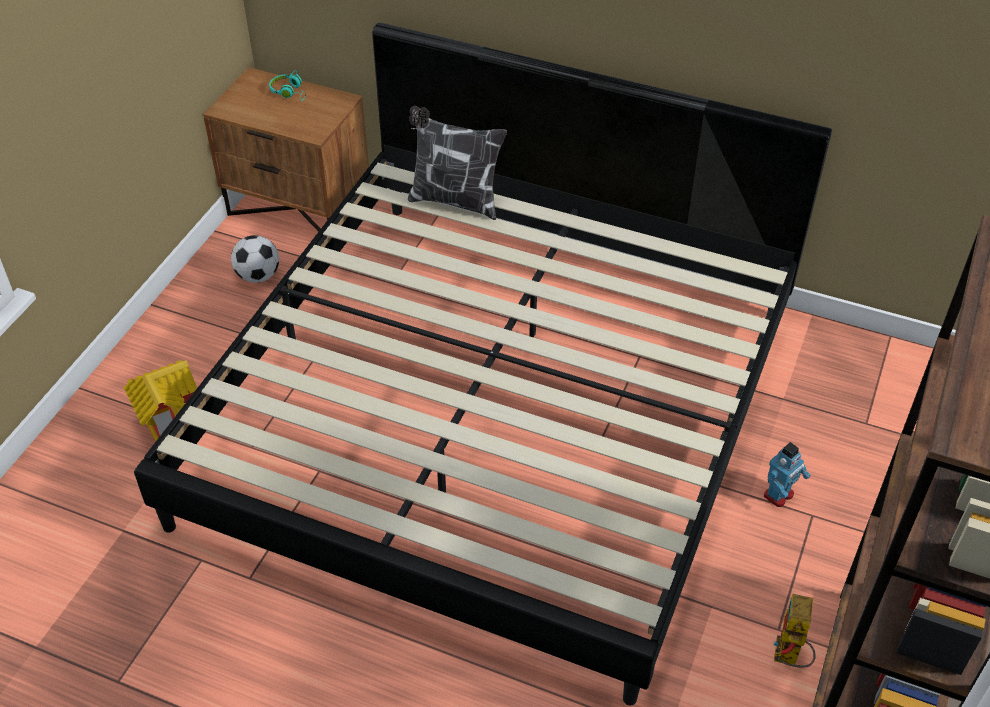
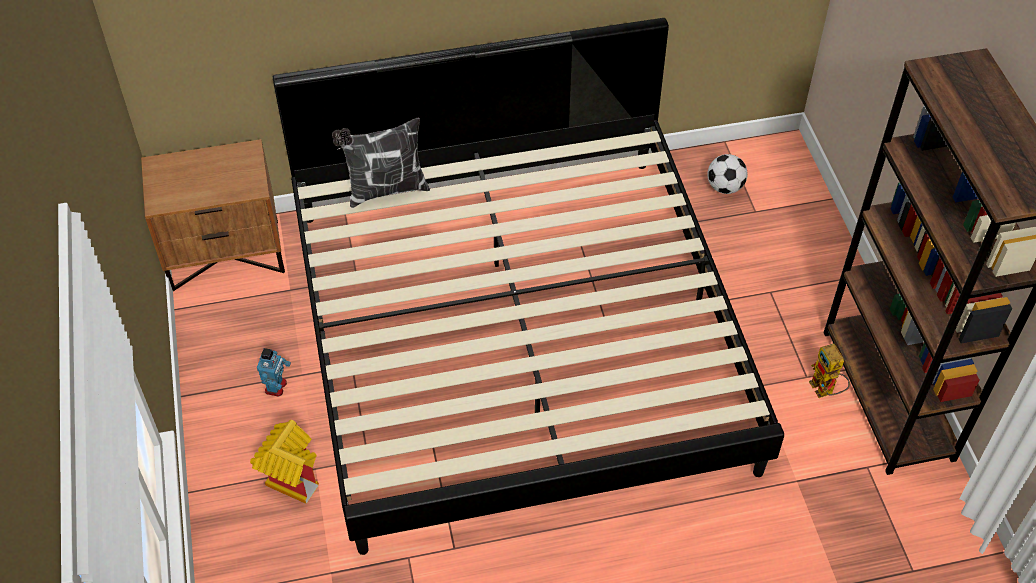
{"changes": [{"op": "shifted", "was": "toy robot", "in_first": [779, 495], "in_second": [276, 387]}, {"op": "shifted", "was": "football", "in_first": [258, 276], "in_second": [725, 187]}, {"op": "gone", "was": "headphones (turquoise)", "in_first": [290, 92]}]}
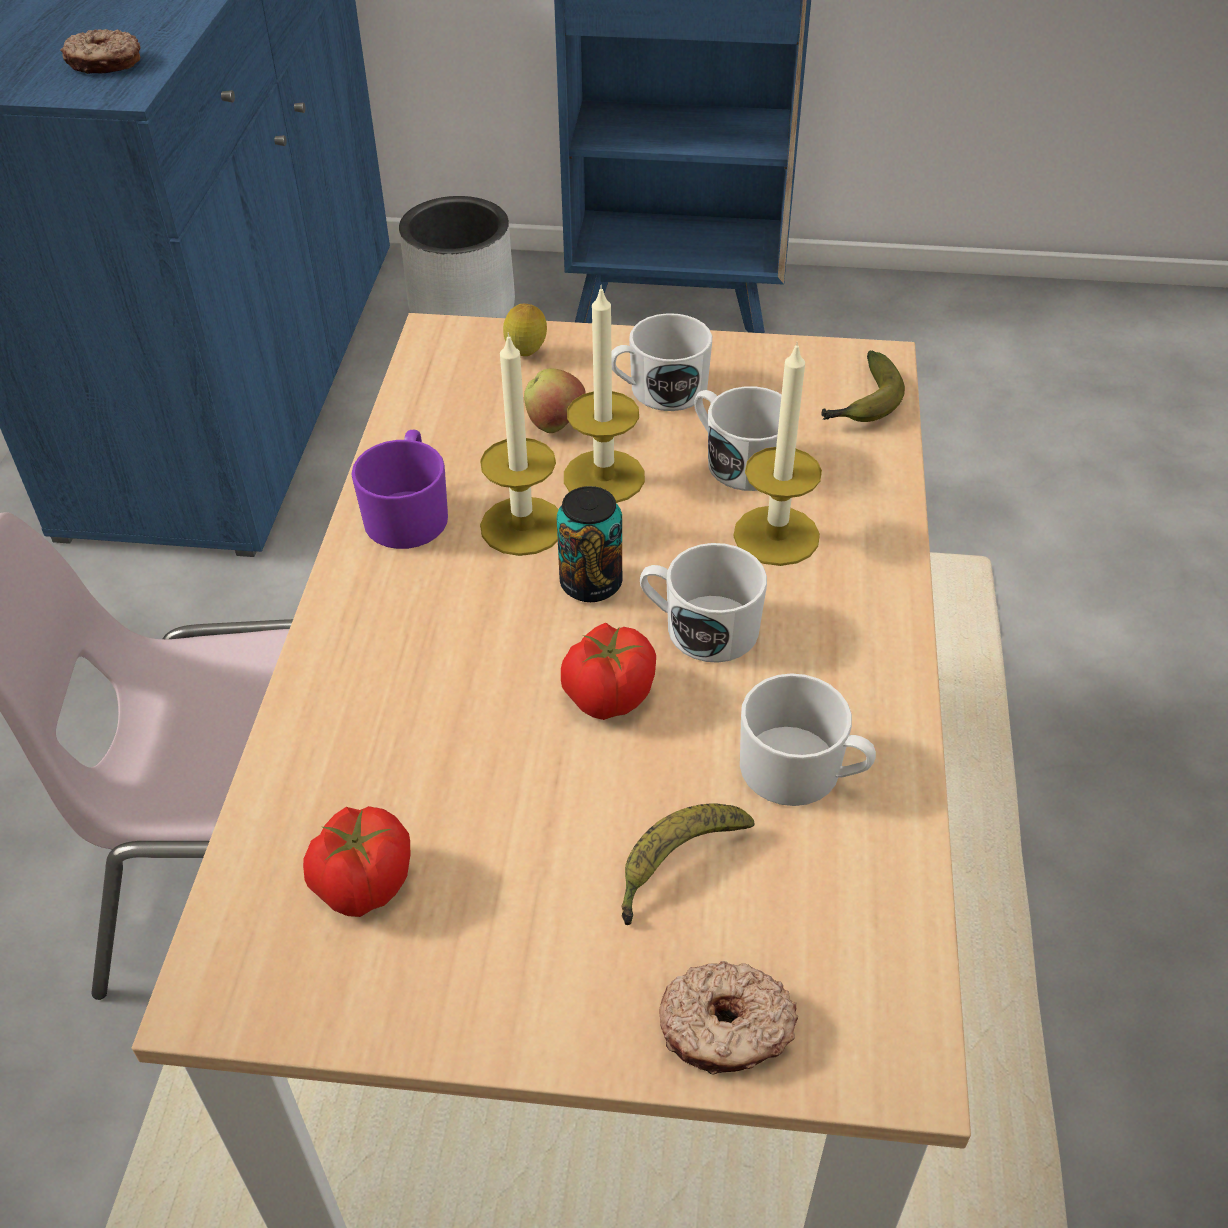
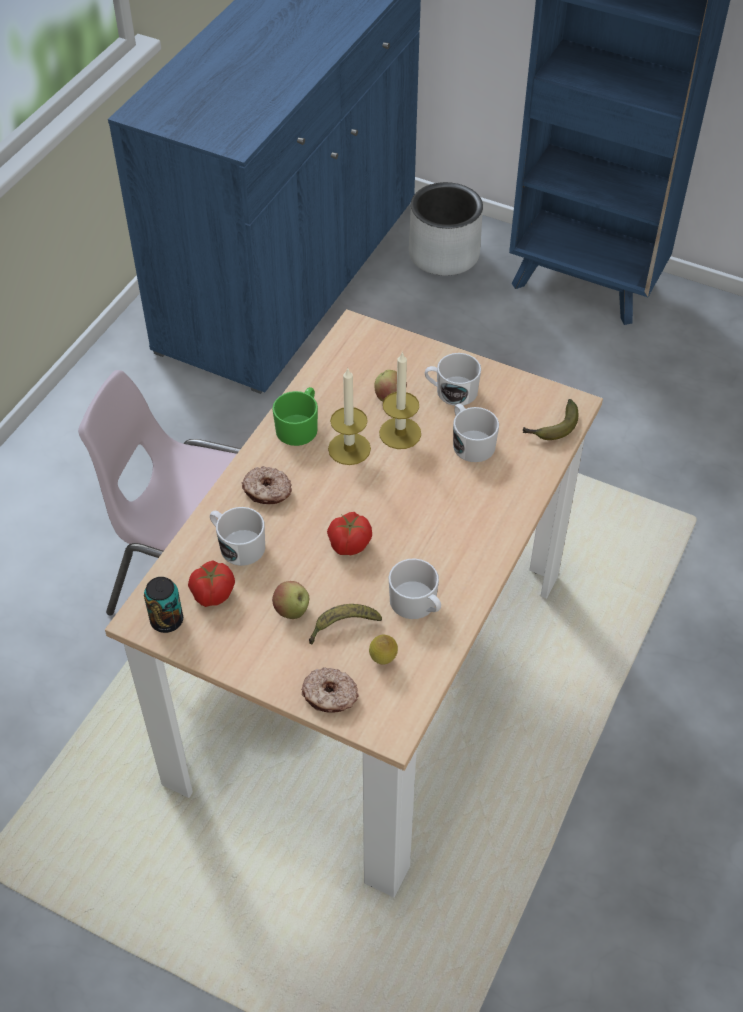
{"changes": [{"op": "shifted", "was": "can", "in_first": [591, 583], "in_second": [167, 620]}, {"op": "shifted", "was": "mug (white)", "in_first": [700, 627], "in_second": [237, 545]}, {"op": "shifted", "was": "donut", "in_first": [105, 64], "in_second": [267, 491]}, {"op": "repainted", "was": "mug (purple)", "now": "mug (green)", "in_first": [409, 512], "in_second": [299, 426]}, {"op": "new", "now": "apple", "in_second": [292, 610]}, {"op": "shifted", "was": "lemon", "in_first": [526, 355], "in_second": [383, 660]}, {"op": "gone", "was": "candle", "in_first": [776, 535]}]}
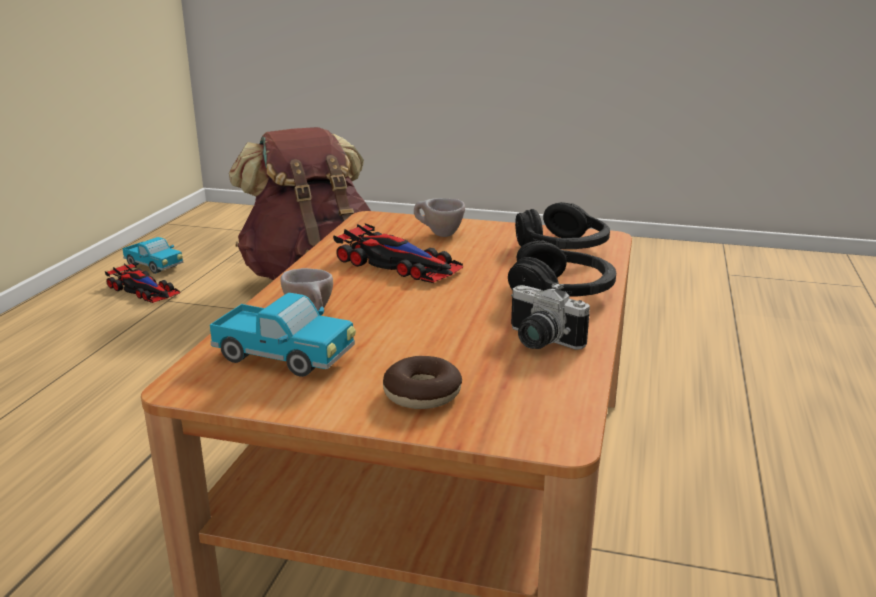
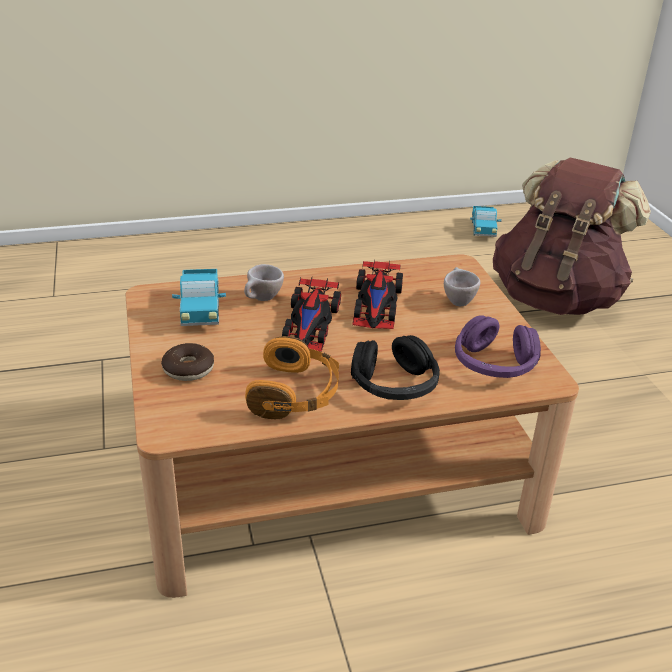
{"changes": [{"op": "swapped", "was": "photo camera", "now": "headphones (orange)", "in_first": [539, 342], "in_second": [296, 394]}, {"op": "shifted", "was": "toy car", "in_first": [143, 290], "in_second": [310, 323]}, {"op": "repainted", "was": "headphones (black)", "now": "headphones (purple)", "in_first": [563, 248], "in_second": [494, 364]}]}
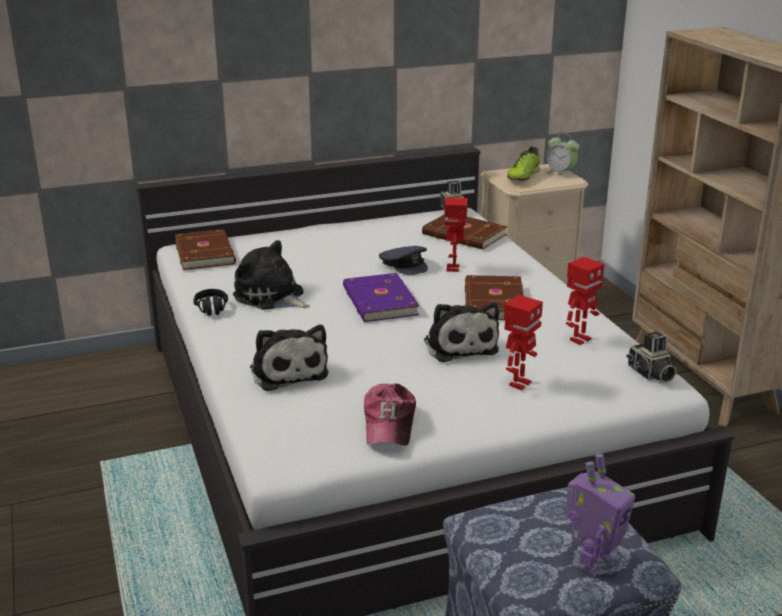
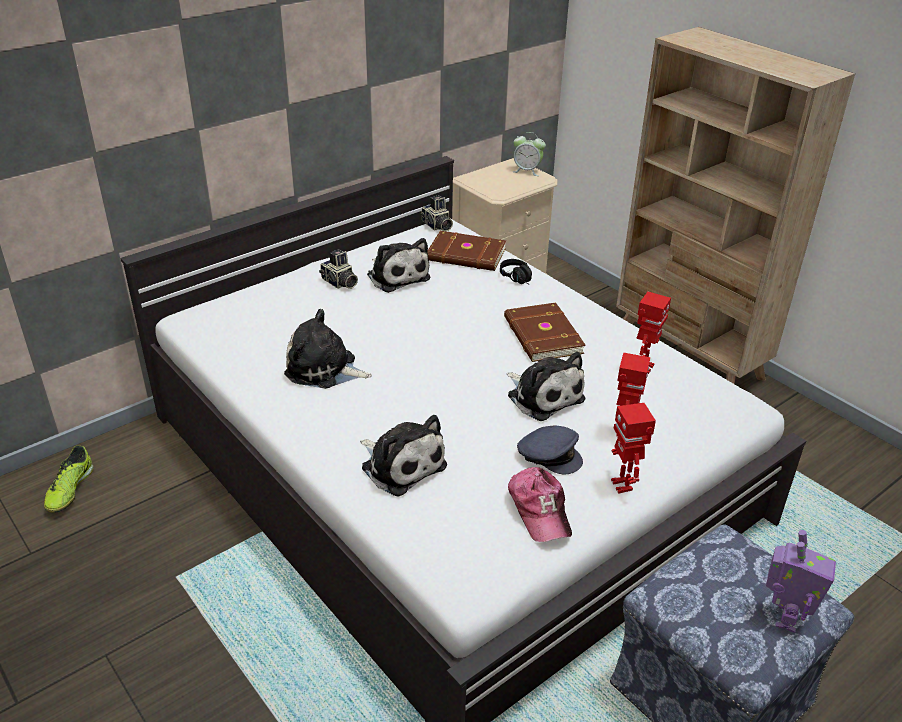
{"changes": [{"op": "shifted", "was": "shoe", "in_first": [523, 176], "in_second": [70, 490]}, {"op": "shifted", "was": "photo camera", "in_first": [650, 374], "in_second": [339, 283]}, {"op": "new", "now": "plush toy", "in_second": [397, 276]}, {"op": "shifted", "was": "headphones (black)", "in_first": [212, 311], "in_second": [518, 279]}, {"op": "shifted", "was": "cap (grey)", "in_first": [404, 265], "in_second": [549, 455]}, {"op": "shifted", "was": "toy robot", "in_first": [453, 268], "in_second": [623, 485]}, {"op": "gone", "was": "book (brown)", "in_first": [206, 253]}, {"op": "gone", "was": "book (purple)", "in_first": [378, 302]}]}
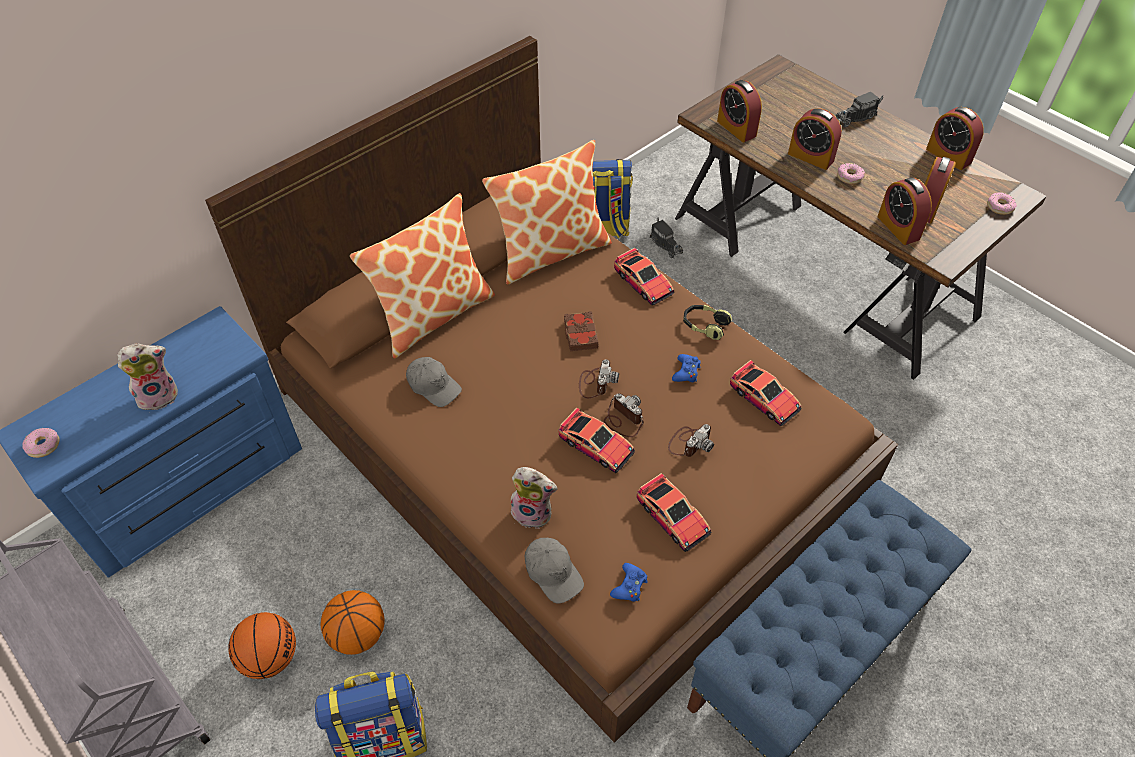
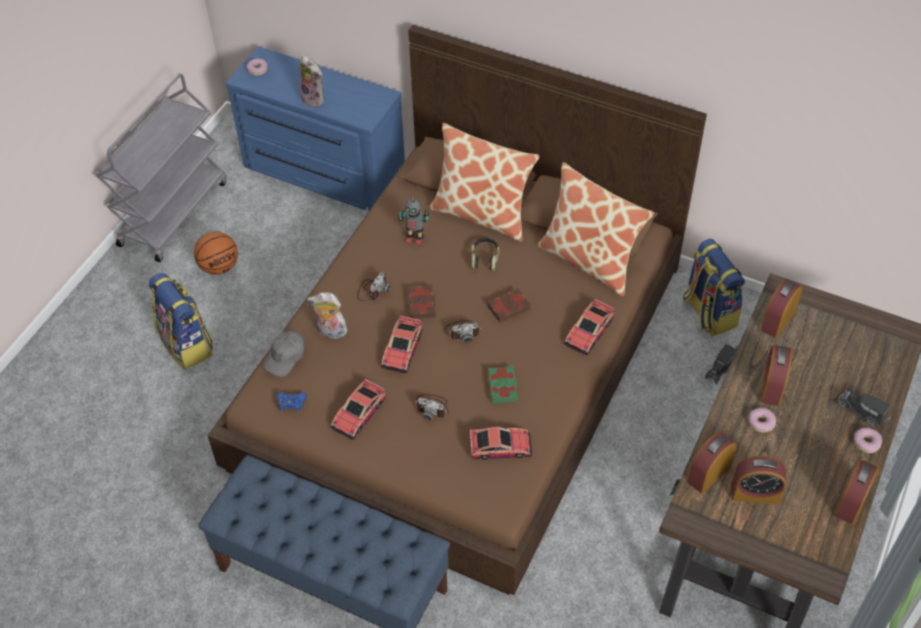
{"changes": [{"op": "rotated", "was": "plush toy", "in_first": [533, 512], "in_second": [330, 332], "clockwise": 105}, {"op": "shifted", "was": "photo camera", "in_first": [623, 419], "in_second": [372, 290]}, {"op": "swapped", "was": "cap (grey)", "now": "toy robot", "in_first": [433, 386], "in_second": [415, 239]}, {"op": "new", "now": "book (brown)", "in_second": [422, 304]}, {"op": "rotated", "was": "toy car", "in_first": [764, 398], "in_second": [500, 447], "clockwise": -120}, {"op": "shifted", "was": "headphones", "in_first": [704, 326], "in_second": [484, 258]}, {"op": "swapped", "was": "game controller (blue)", "now": "book (green)", "in_first": [686, 372], "in_second": [503, 387]}, {"op": "shifted", "was": "donut", "in_first": [1000, 207], "in_second": [867, 442]}, {"op": "gone", "was": "basketball", "in_first": [358, 634]}]}
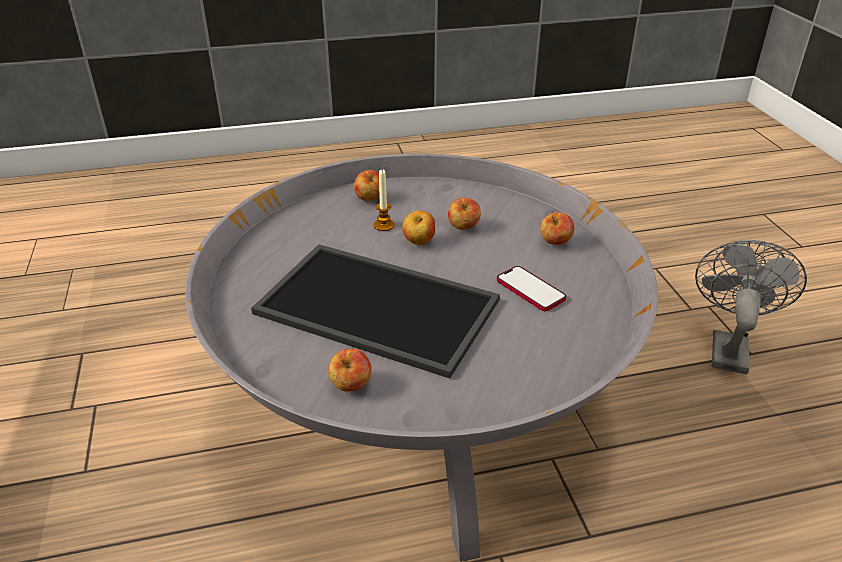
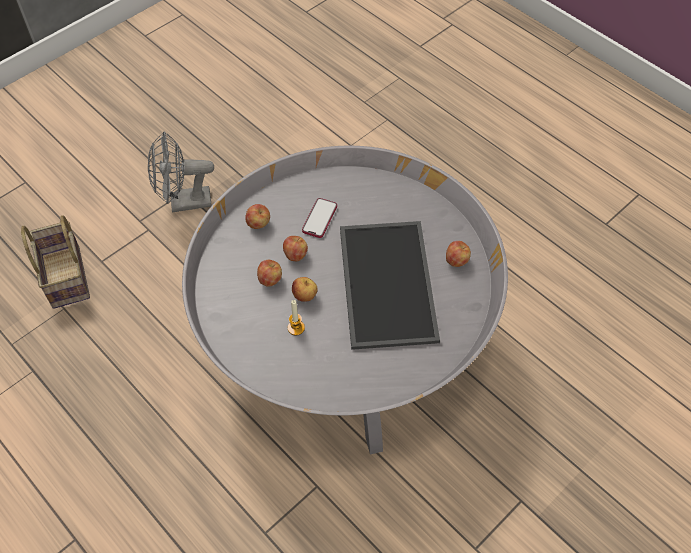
{"changes": [{"op": "new", "now": "basket", "in_second": [68, 277]}, {"op": "shifted", "was": "apple", "in_first": [369, 199], "in_second": [295, 255]}]}
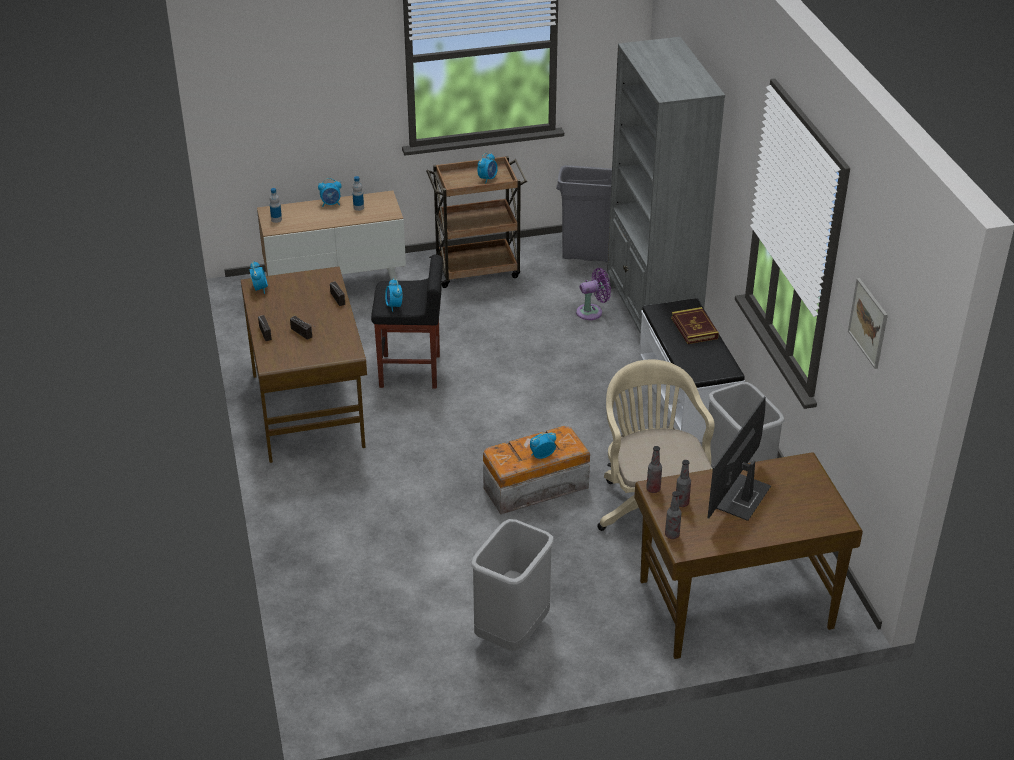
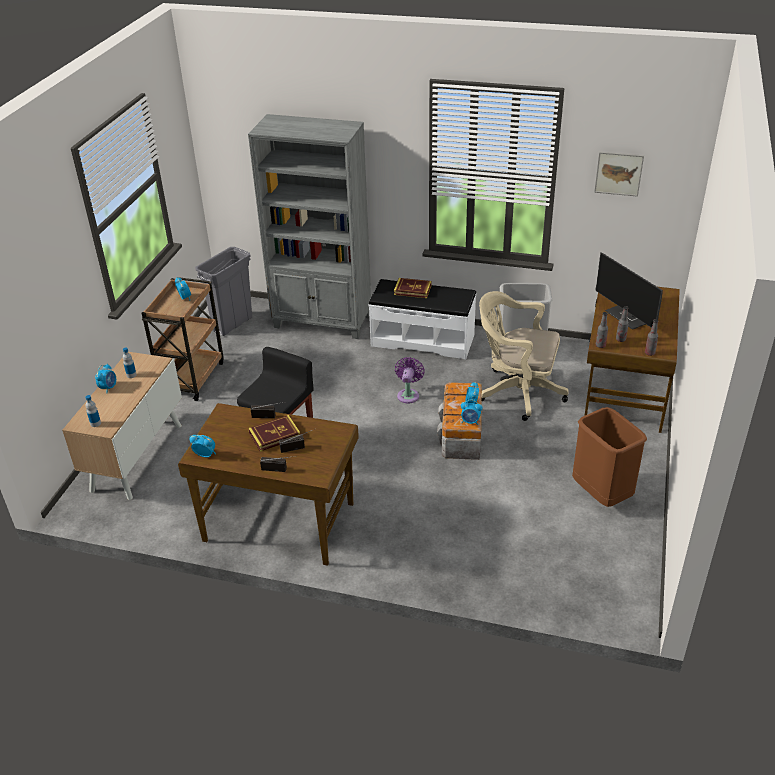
{"changes": [{"op": "new", "now": "book", "in_second": [274, 435]}, {"op": "shifted", "was": "fan (purple)", "in_first": [592, 312], "in_second": [408, 394]}, {"op": "shifted", "was": "alarm clock", "in_first": [394, 306], "in_second": [470, 421]}, {"op": "repainted", "was": "trash can (grey)", "now": "trash can (brown)", "in_first": [513, 633], "in_second": [602, 494]}]}
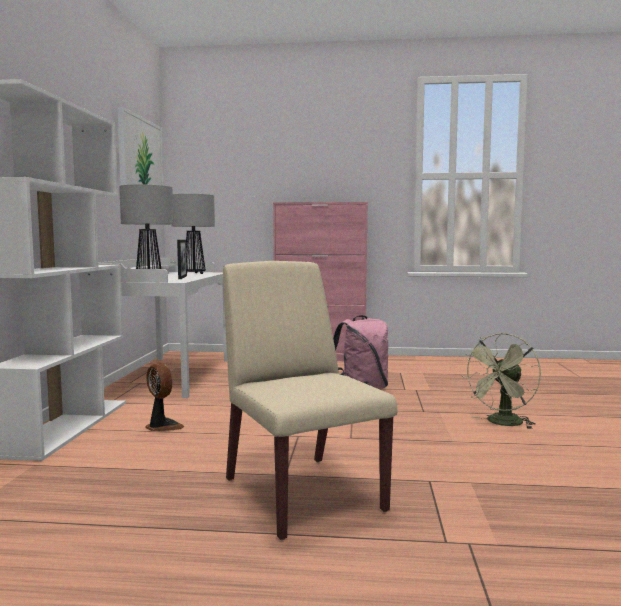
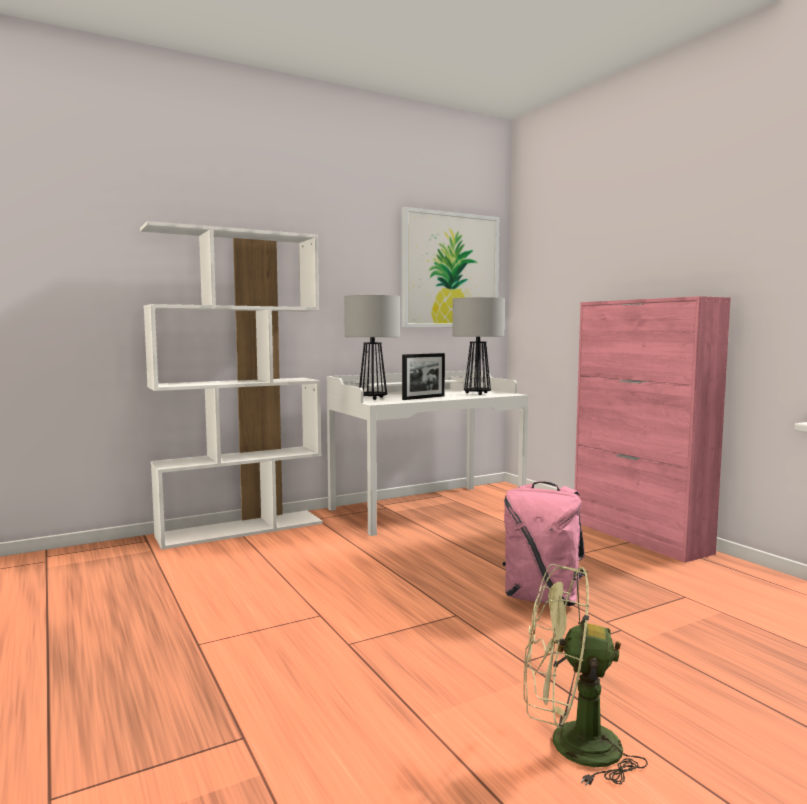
{"changes": [{"op": "gone", "was": "fan", "in_first": [162, 426]}, {"op": "gone", "was": "chair (beige)", "in_first": [301, 493]}]}
